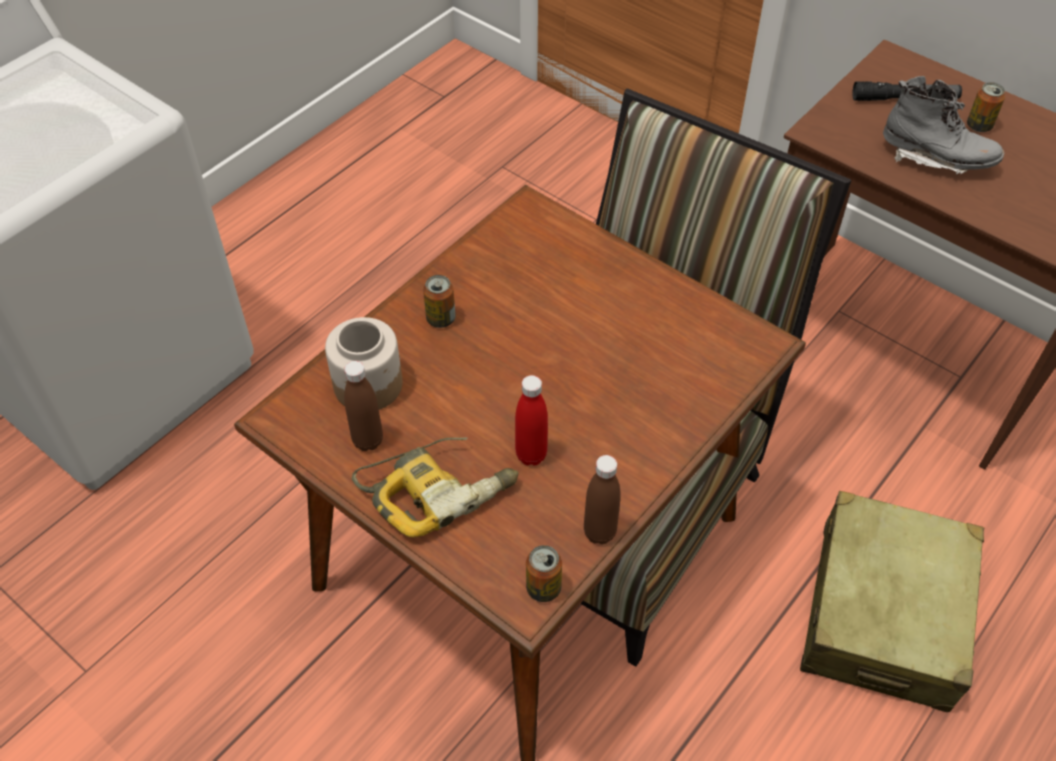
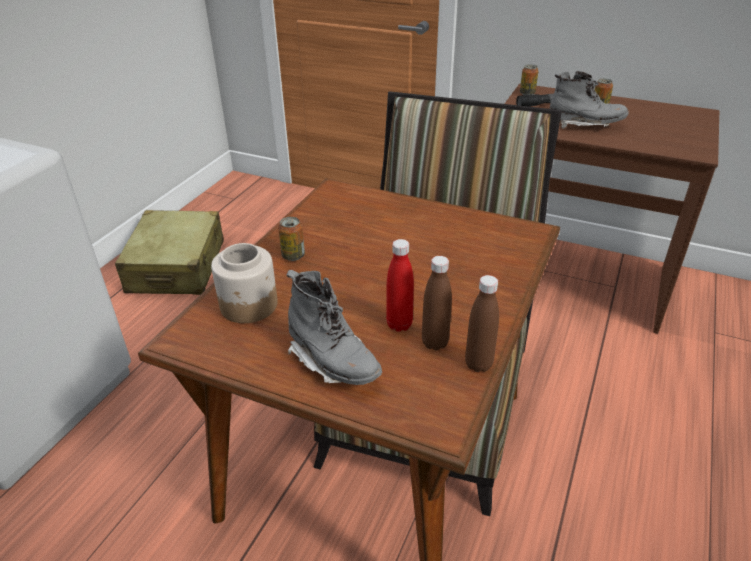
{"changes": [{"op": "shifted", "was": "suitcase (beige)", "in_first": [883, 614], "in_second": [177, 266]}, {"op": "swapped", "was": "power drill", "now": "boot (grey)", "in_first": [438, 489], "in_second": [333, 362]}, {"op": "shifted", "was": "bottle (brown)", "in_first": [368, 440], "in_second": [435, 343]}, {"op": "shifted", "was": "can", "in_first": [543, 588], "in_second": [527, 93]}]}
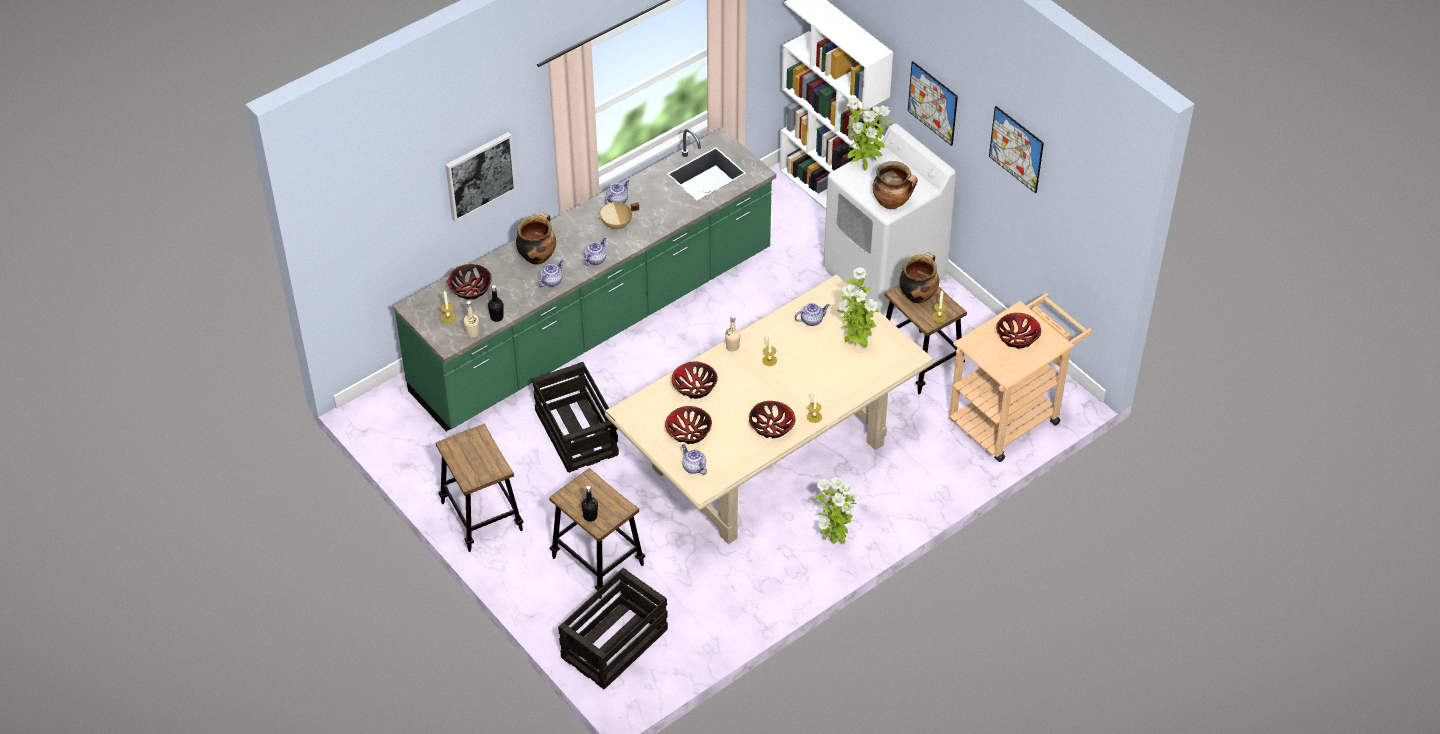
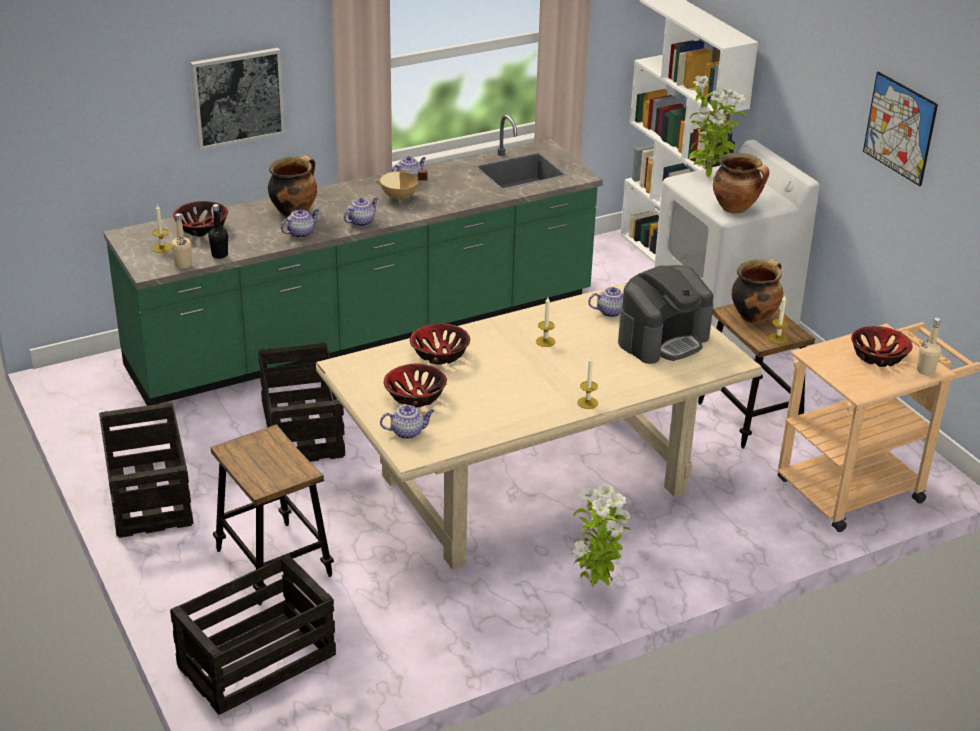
{"changes": [{"op": "swapped", "was": "stool", "now": "crate", "in_first": [481, 516], "in_second": [148, 494]}, {"op": "rotated", "was": "teapot", "in_first": [693, 467], "in_second": [408, 432], "clockwise": 105}, {"op": "swapped", "was": "potted plant", "now": "coffee machine", "in_first": [856, 343], "in_second": [663, 339]}, {"op": "shifted", "was": "bottle (beige)", "in_first": [732, 347], "in_second": [925, 371]}, {"op": "gone", "was": "bottle (black)", "in_first": [590, 516]}, {"op": "gone", "was": "bowl", "in_first": [772, 427]}, {"op": "gone", "was": "picture", "in_first": [932, 103]}]}
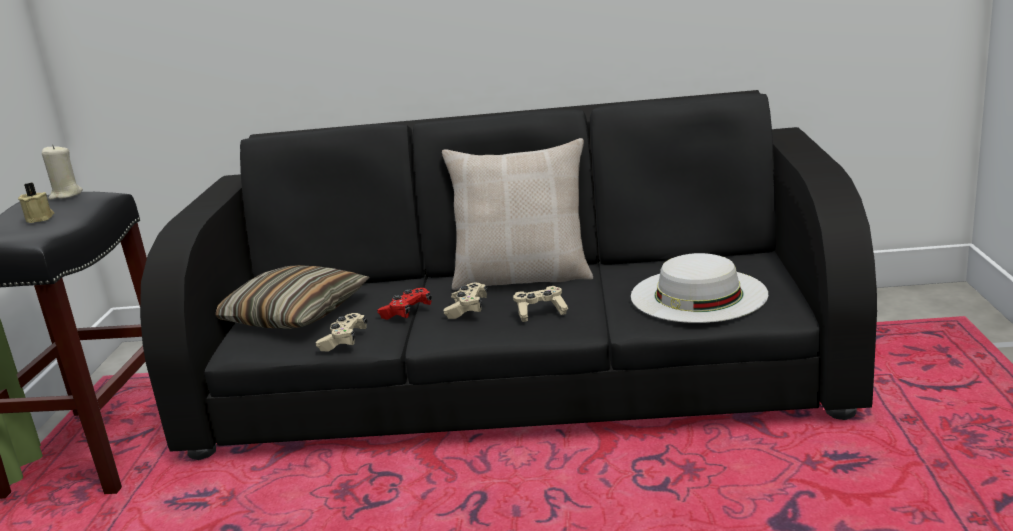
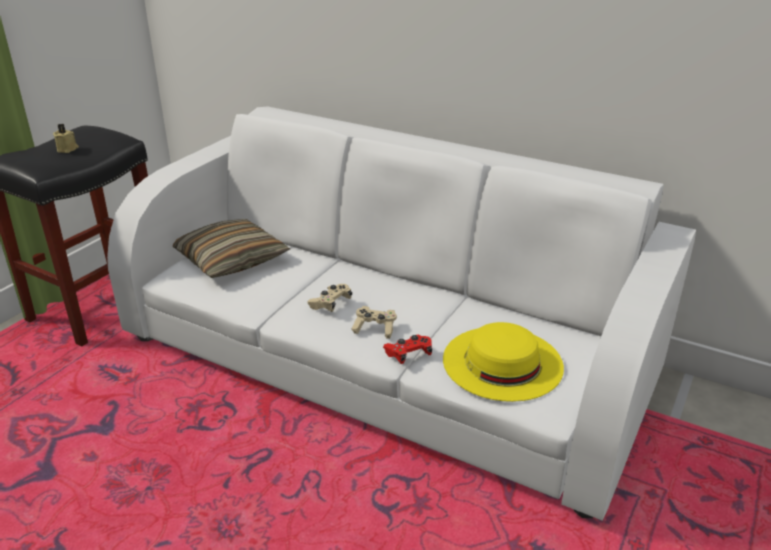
{"changes": [{"op": "repainted", "was": "sofa (black)", "now": "sofa (white)", "in_first": [519, 374], "in_second": [386, 356]}, {"op": "shifted", "was": "game controller (red)", "in_first": [406, 312], "in_second": [408, 354]}, {"op": "repainted", "was": "hat (white)", "now": "hat (yellow)", "in_first": [698, 295], "in_second": [502, 362]}, {"op": "gone", "was": "candle (beige)", "in_first": [66, 195]}, {"op": "gone", "was": "game controller (beige)", "in_first": [343, 341]}, {"op": "gone", "was": "pillow (beige)", "in_first": [523, 277]}]}
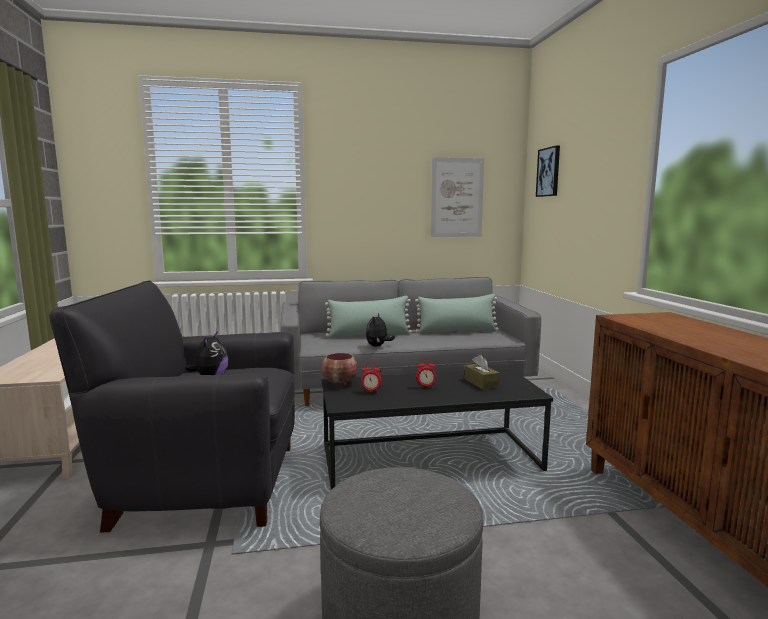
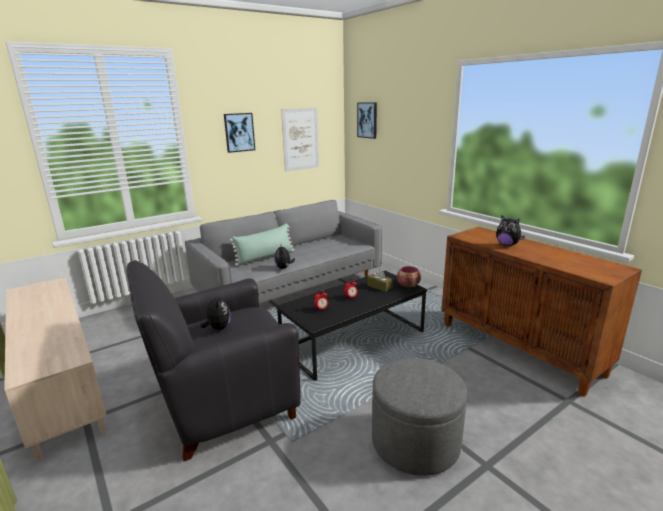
{"changes": [{"op": "new", "now": "picture", "in_second": [239, 132]}, {"op": "shifted", "was": "bowl", "in_first": [340, 383], "in_second": [408, 286]}, {"op": "new", "now": "plush toy", "in_second": [507, 245]}, {"op": "gone", "was": "pillow (green)", "in_first": [457, 331]}]}
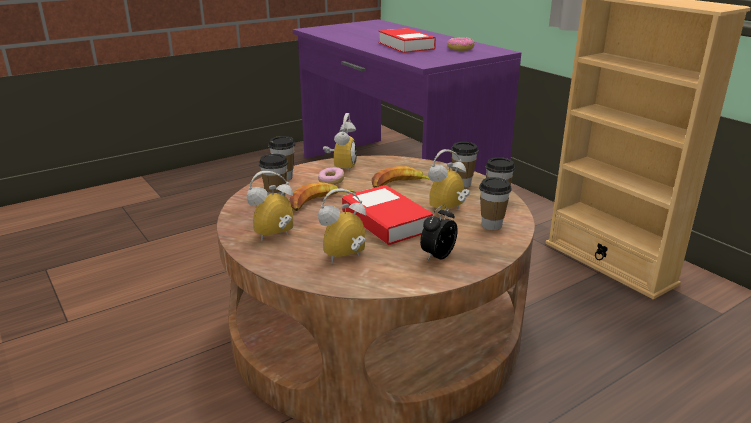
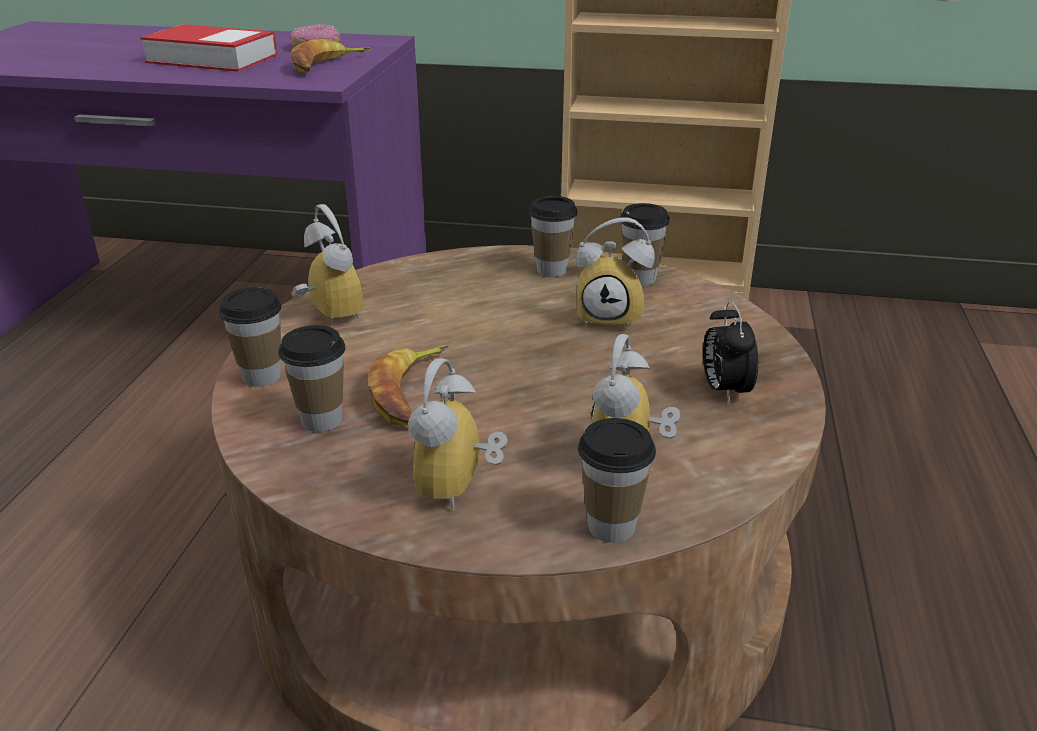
{"changes": [{"op": "shifted", "was": "banana", "in_first": [401, 184], "in_second": [327, 65]}, {"op": "rotated", "was": "alarm clock", "in_first": [449, 211], "in_second": [611, 317], "clockwise": -90}, {"op": "shifted", "was": "cup", "in_first": [491, 225], "in_second": [611, 526]}, {"op": "gone", "was": "donut", "in_first": [331, 182]}, {"op": "gone", "was": "book", "in_first": [386, 221]}]}
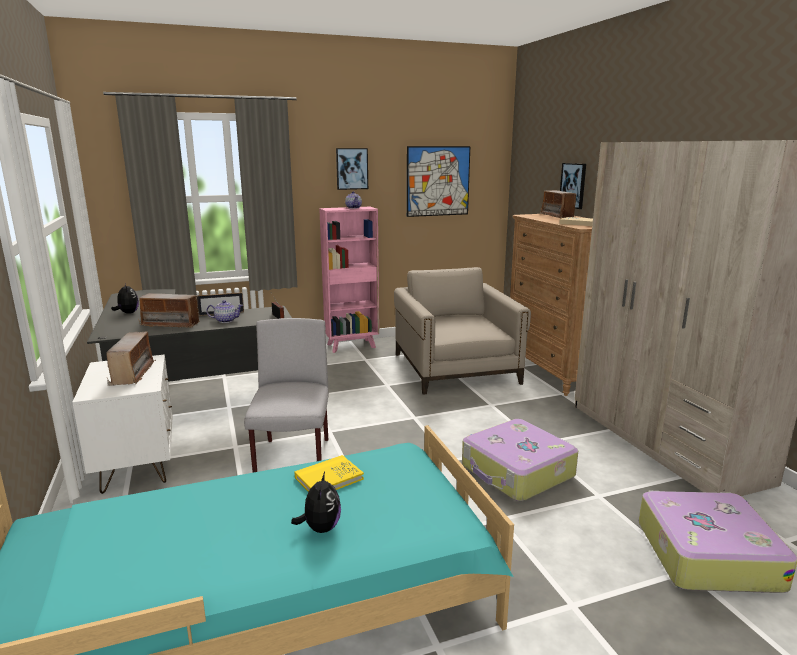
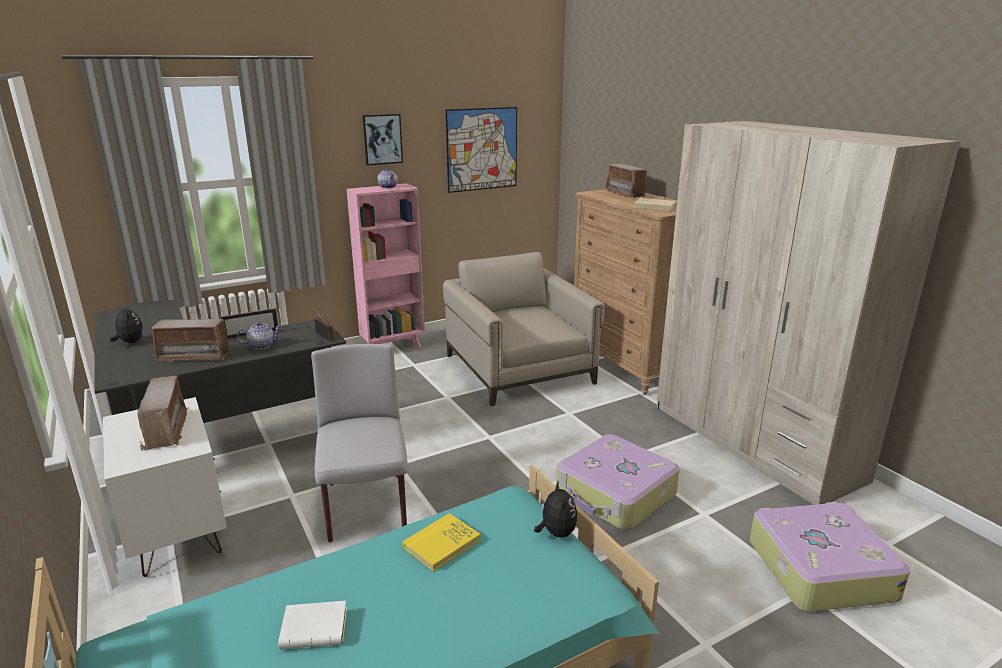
{"changes": [{"op": "new", "now": "book (white)", "in_second": [316, 628]}, {"op": "shifted", "was": "plush toy", "in_first": [320, 528], "in_second": [556, 532]}, {"op": "gone", "was": "picture", "in_first": [573, 185]}]}
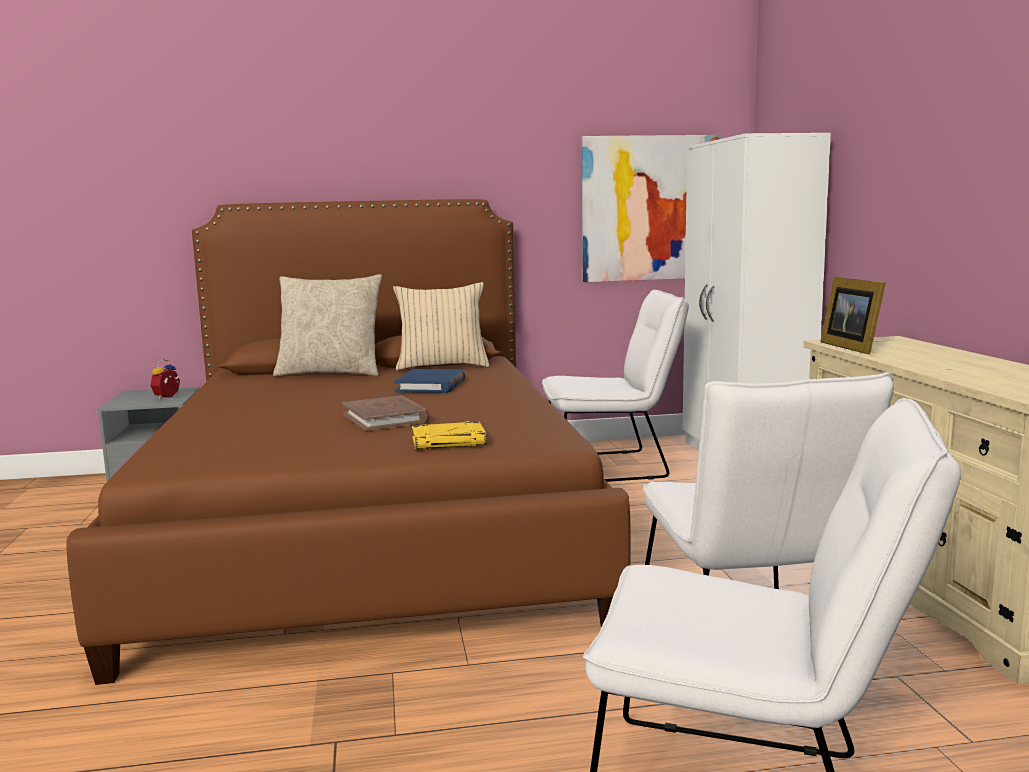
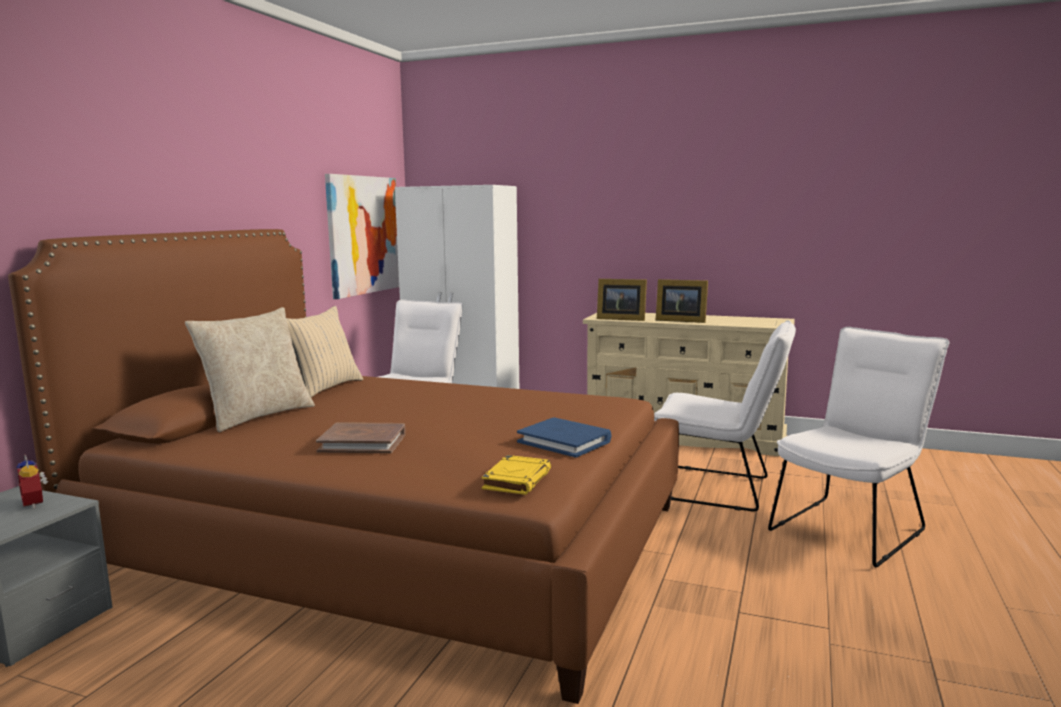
{"changes": [{"op": "shifted", "was": "book (brown)", "in_first": [385, 418], "in_second": [363, 442]}, {"op": "shifted", "was": "book (yellow)", "in_first": [449, 441], "in_second": [517, 480]}, {"op": "shifted", "was": "book (blue)", "in_first": [431, 385], "in_second": [564, 441]}, {"op": "new", "now": "picture frame", "in_second": [679, 320]}]}
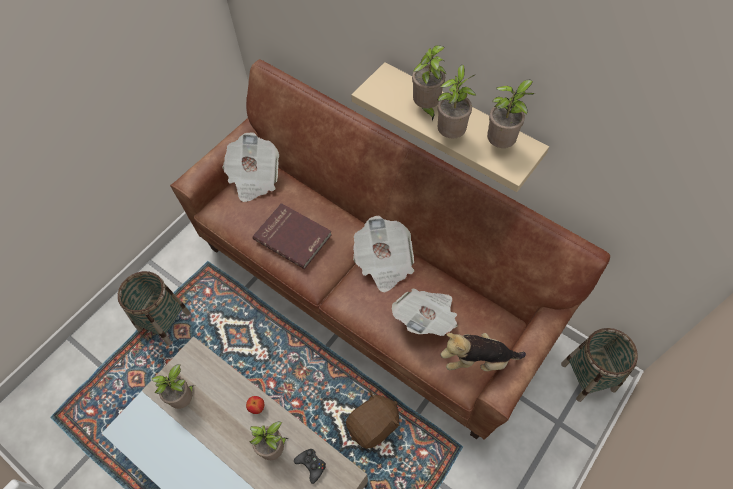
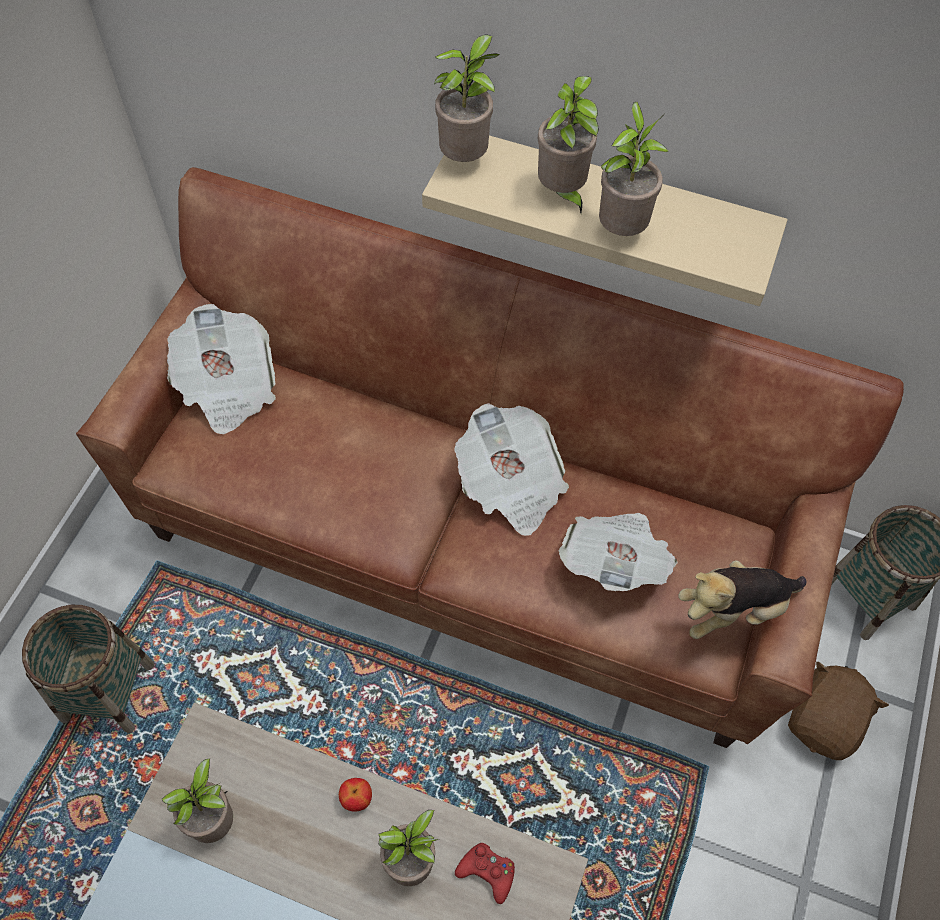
{"changes": [{"op": "shifted", "was": "potted plant", "in_first": [501, 144], "in_second": [466, 159]}, {"op": "repainted", "was": "game controller (black)", "now": "game controller (red)", "in_first": [311, 465], "in_second": [487, 872]}, {"op": "shifted", "was": "plush toy (brown)", "in_first": [374, 426], "in_second": [825, 721]}, {"op": "gone", "was": "book (red)", "in_first": [293, 236]}]}
